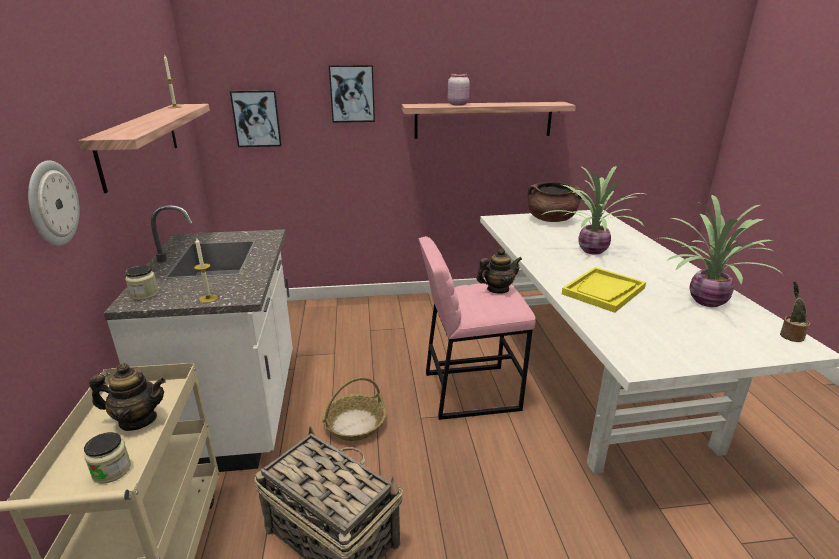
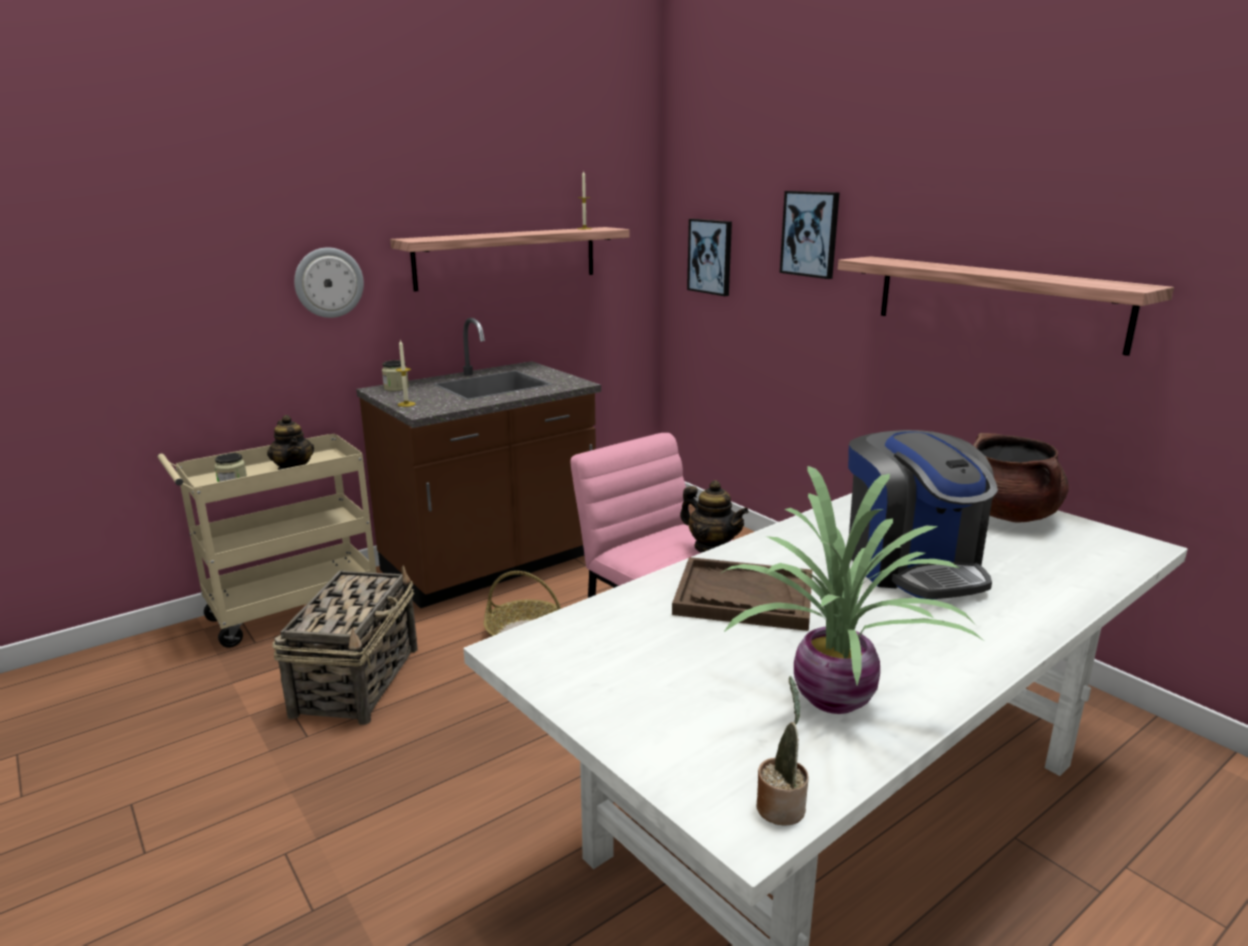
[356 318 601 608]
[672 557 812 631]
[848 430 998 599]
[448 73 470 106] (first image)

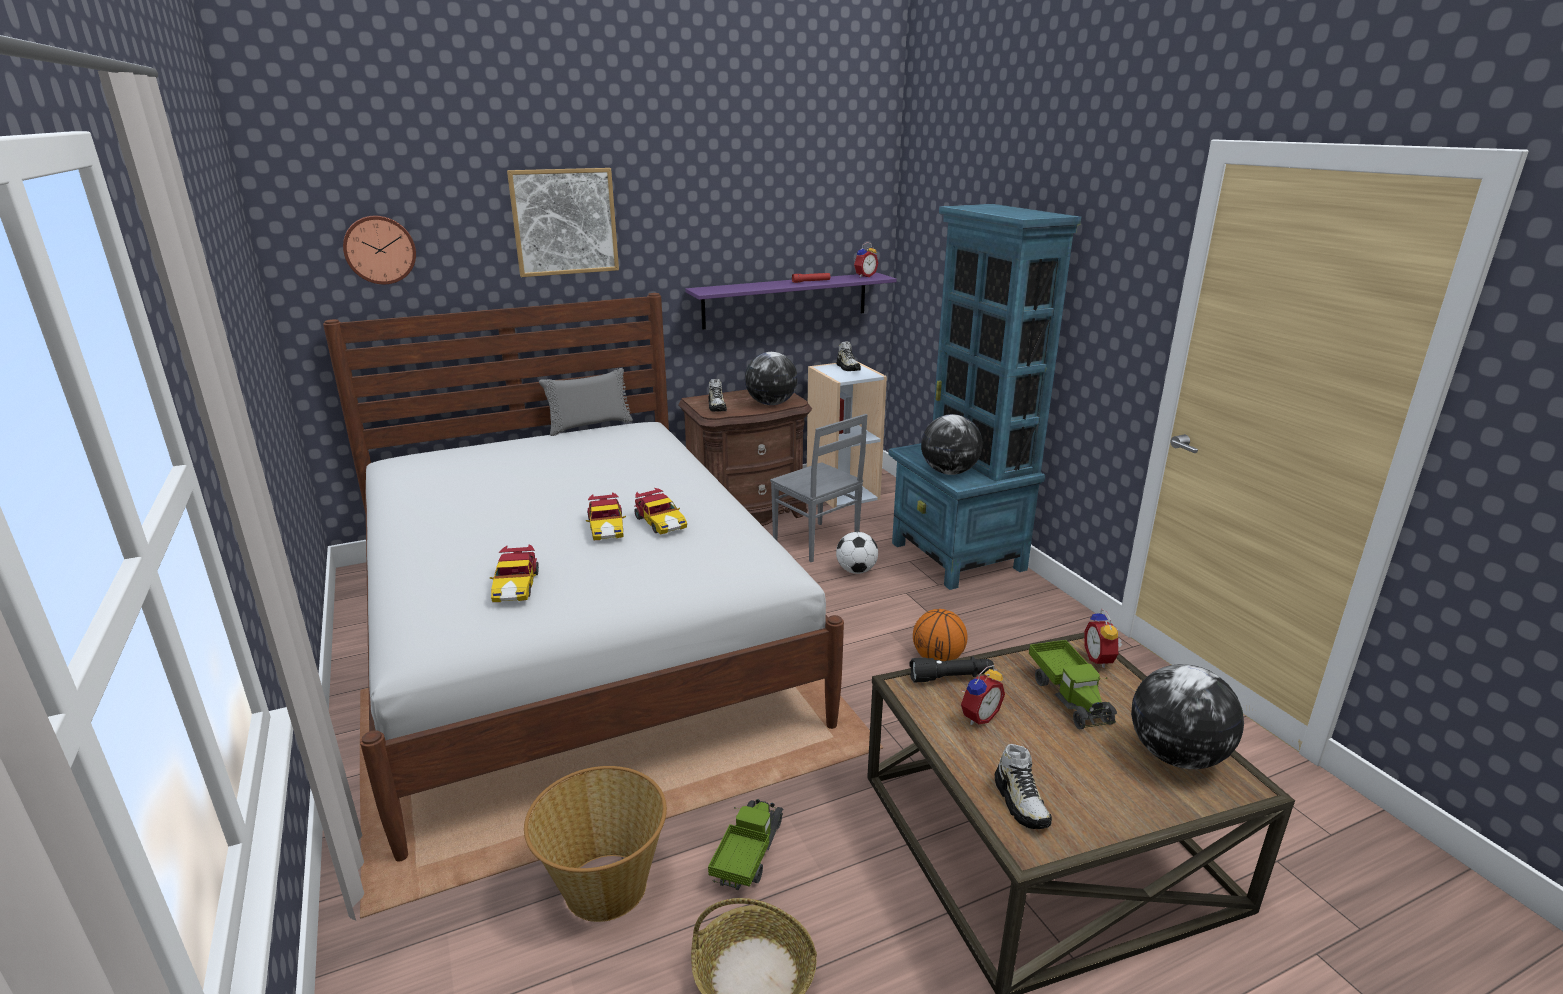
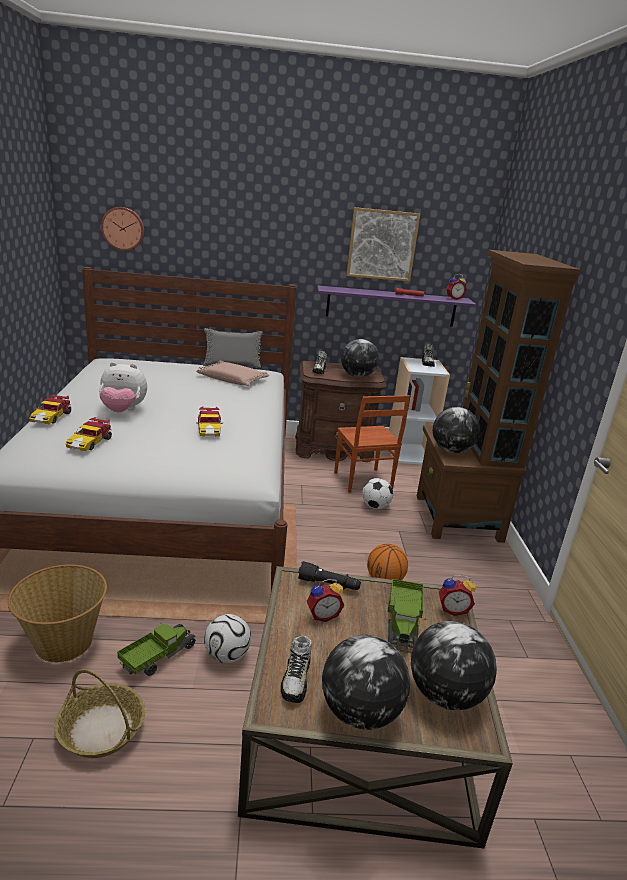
[29 394 71 424]
[99 362 147 412]
[196 361 269 386]
[204 614 251 663]
[322 635 410 730]
[334 395 410 493]
[347 207 420 282]
[417 250 581 543]
[439 575 476 616]

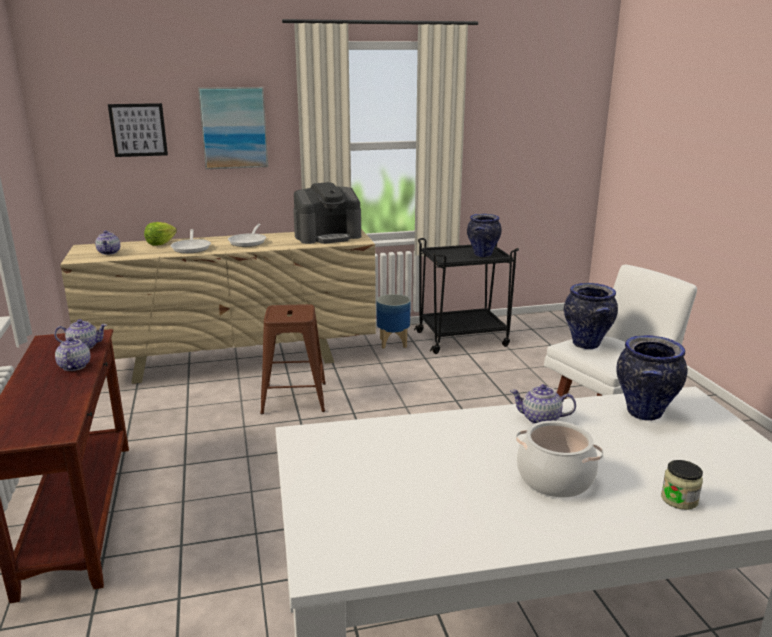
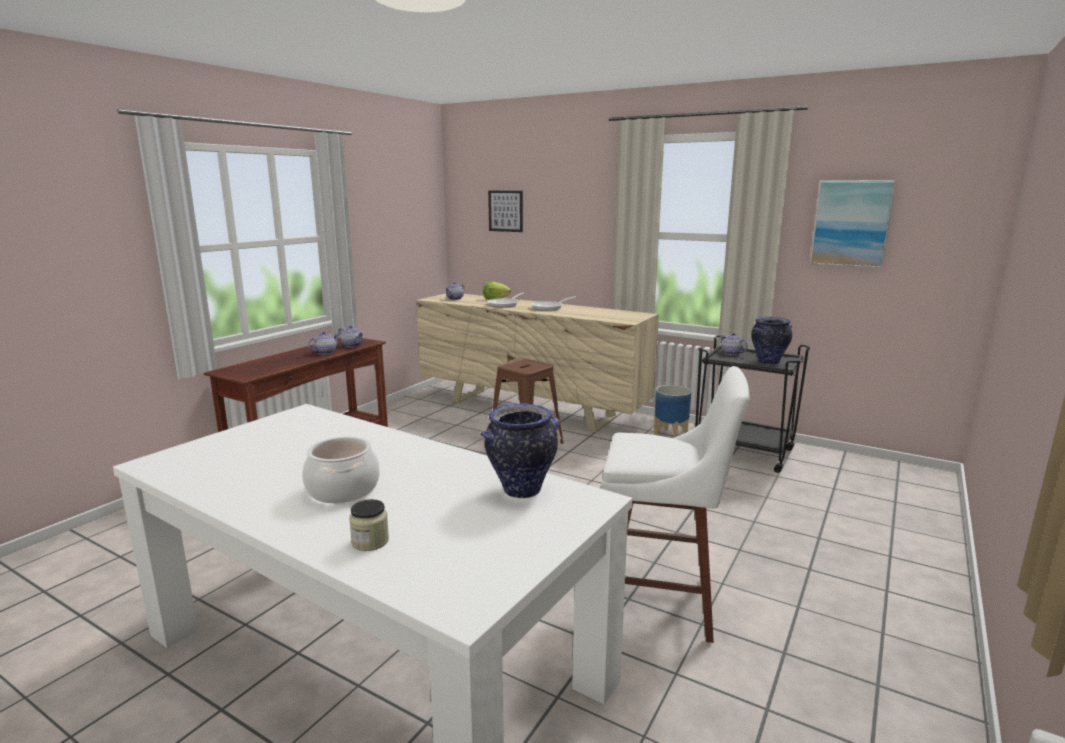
[719 333 748 355]
[810 180 896 268]
[293 182 361 244] (first image)
[564 283 618 349] (first image)

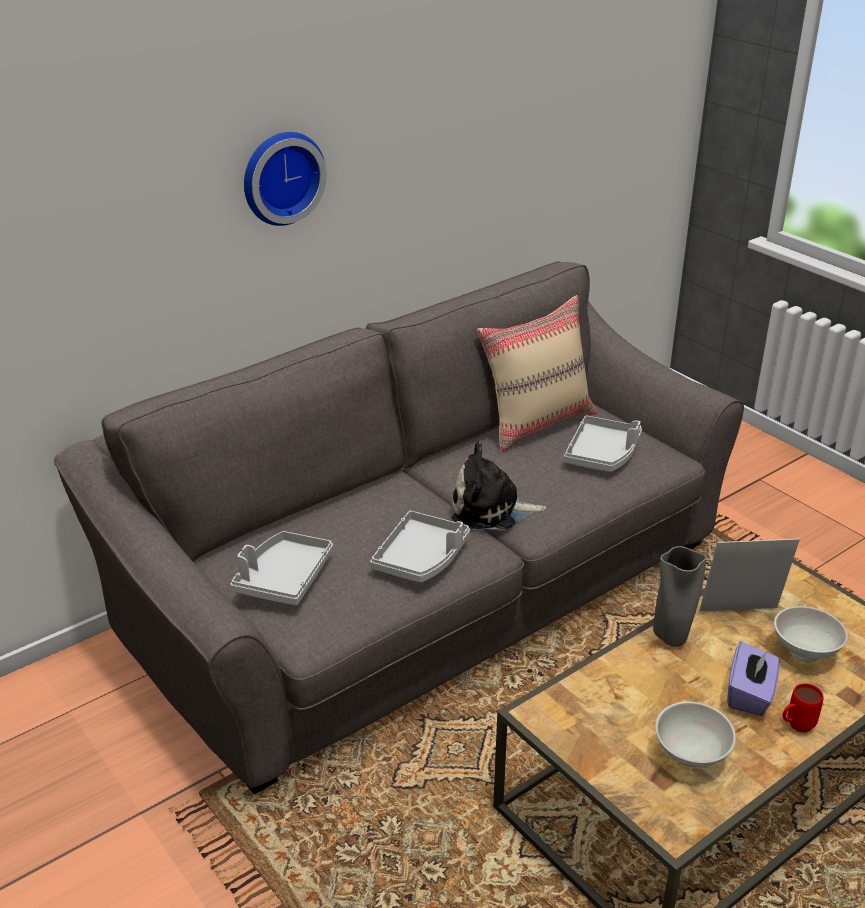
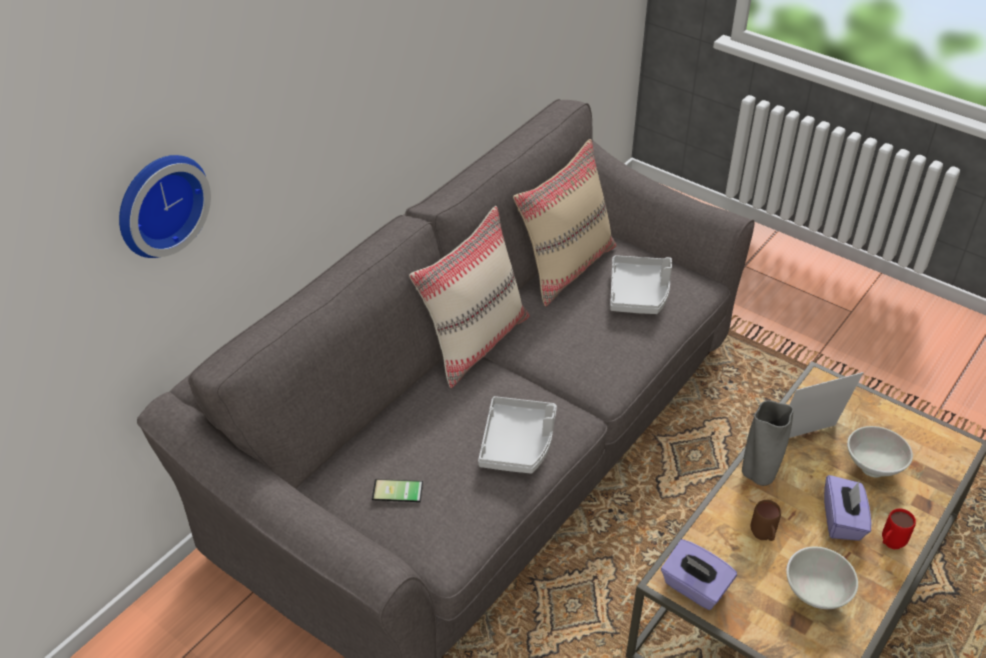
[119 155 211 258]
[372 479 423 504]
[409 206 530 388]
[661 539 737 610]
[751 500 781 541]
[452 442 546 529] (first image)

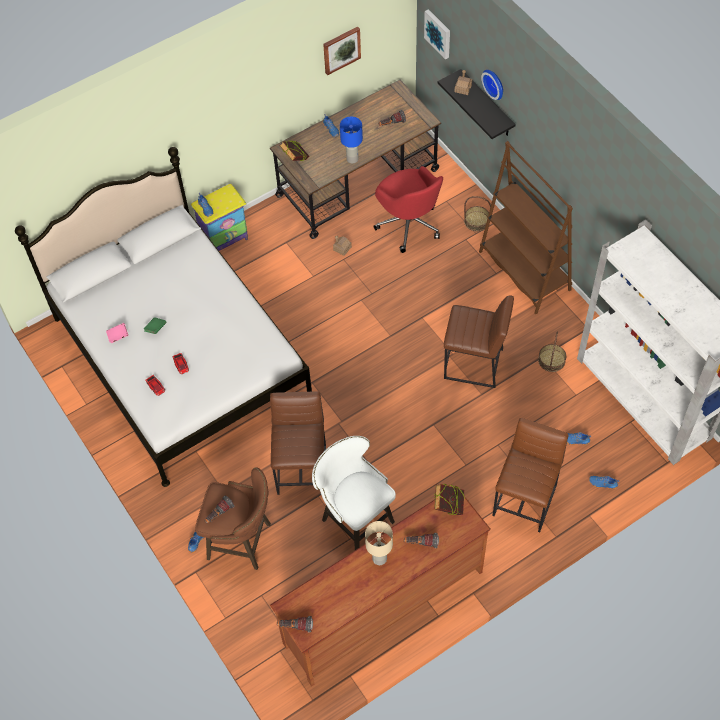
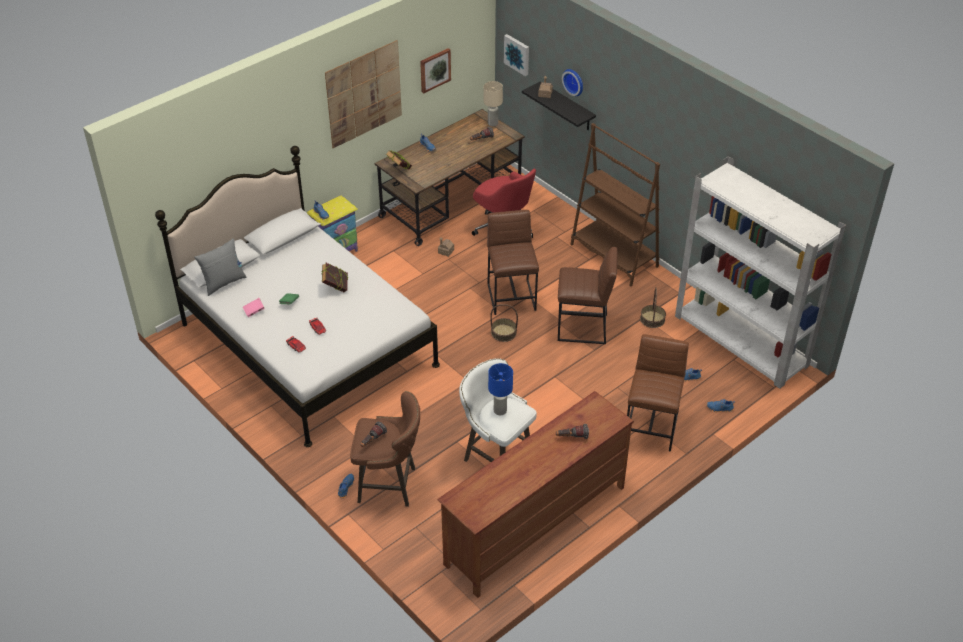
[194 238 247 296]
[321 263 348 292]
[325 40 402 148]
[484 81 503 126]
[487 210 539 315]
[488 363 513 415]
[490 304 518 342]
[277 616 313 632] (first image)

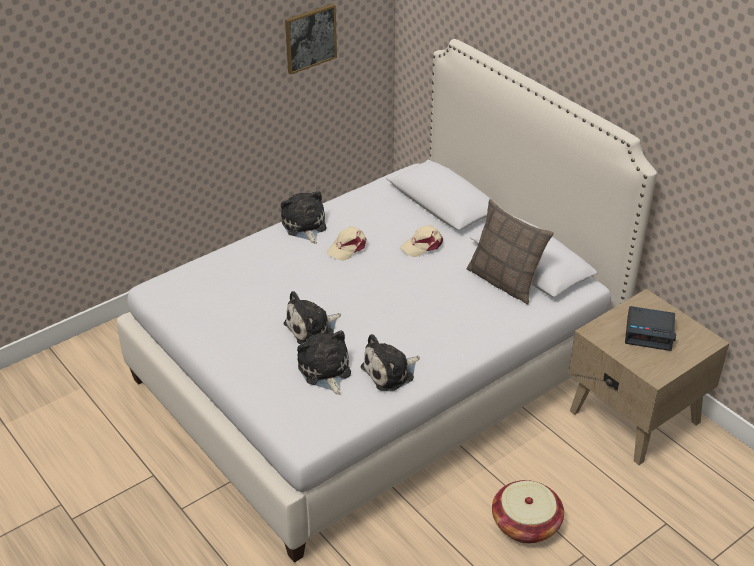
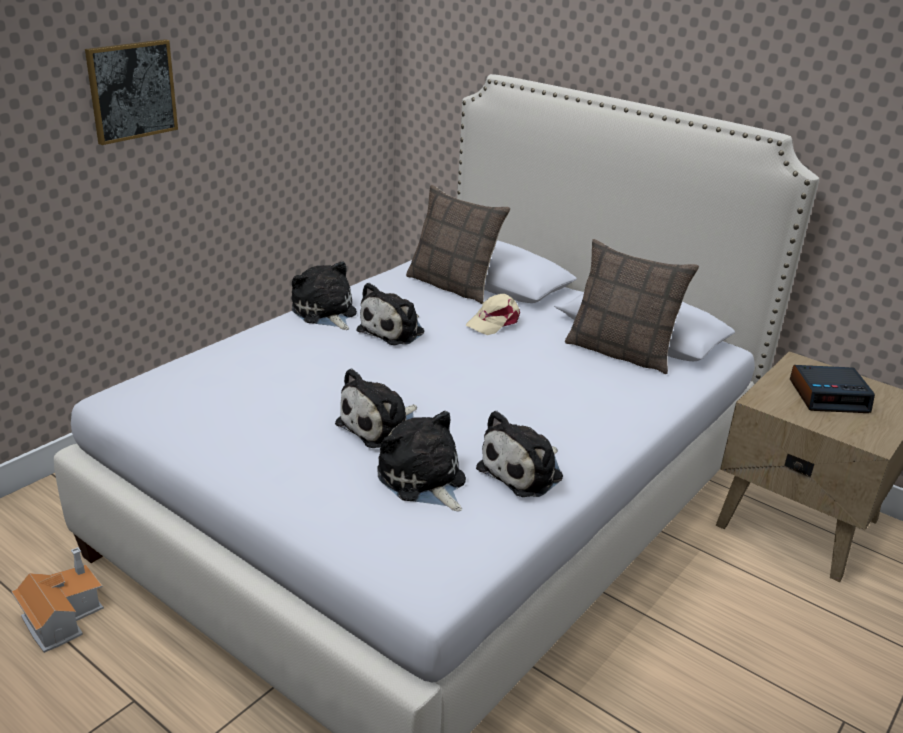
[11 547 104 653]
[85 39 178 145]
[356 283 424 345]
[406 184 511 304]
[492 480 564 543] (first image)

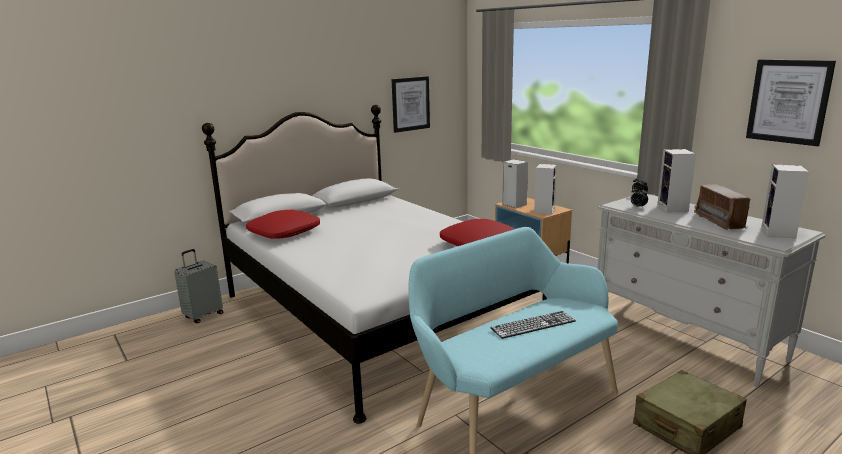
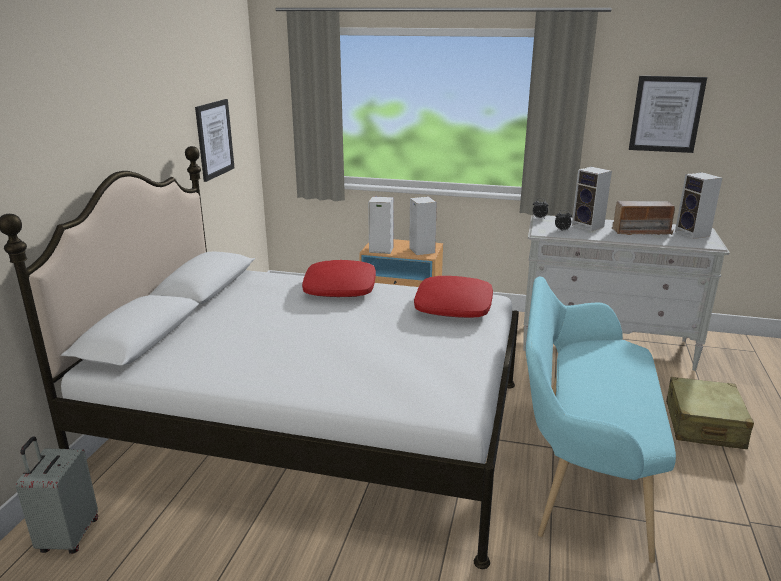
[302 260 376 297]
[611 201 675 235]
[490 311 576 339] (first image)

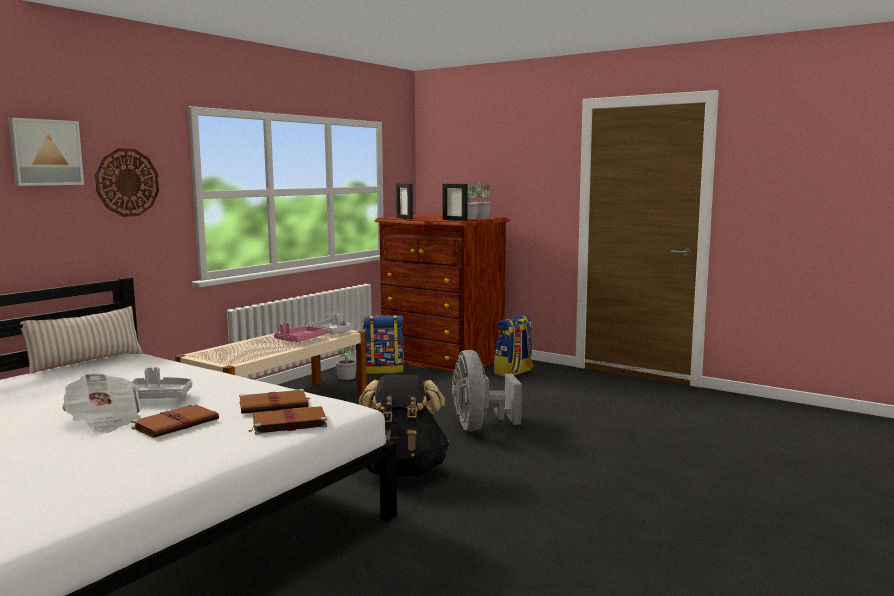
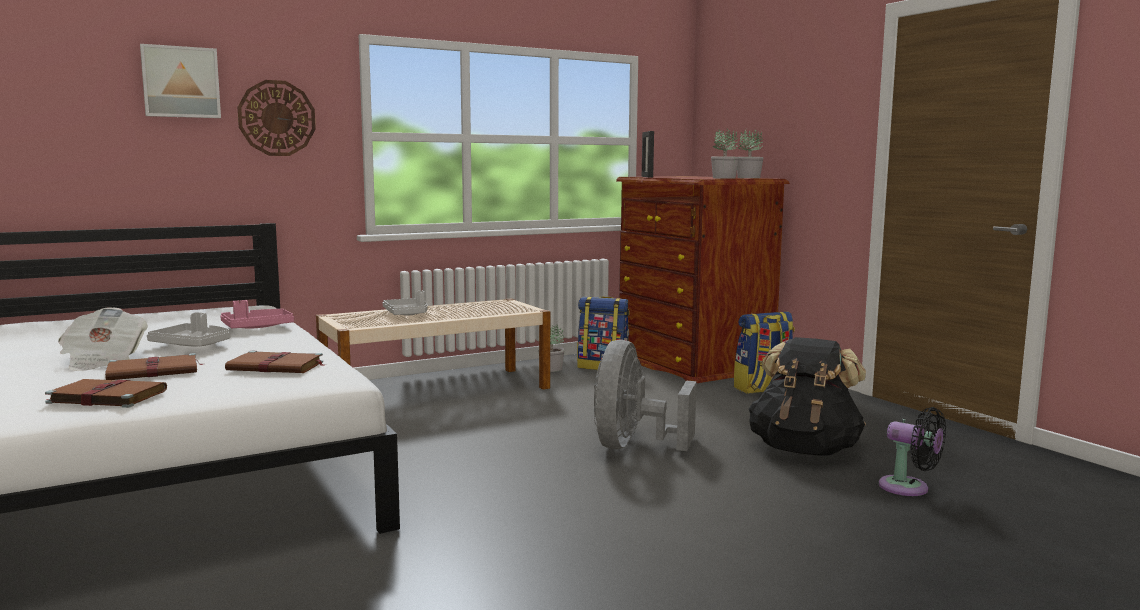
[45 379 167 408]
[220 300 294 328]
[382 290 427 316]
[749 337 866 456]
[879 407 946 496]
[20 306 143 373] (first image)
[443 184 468 221] (first image)

